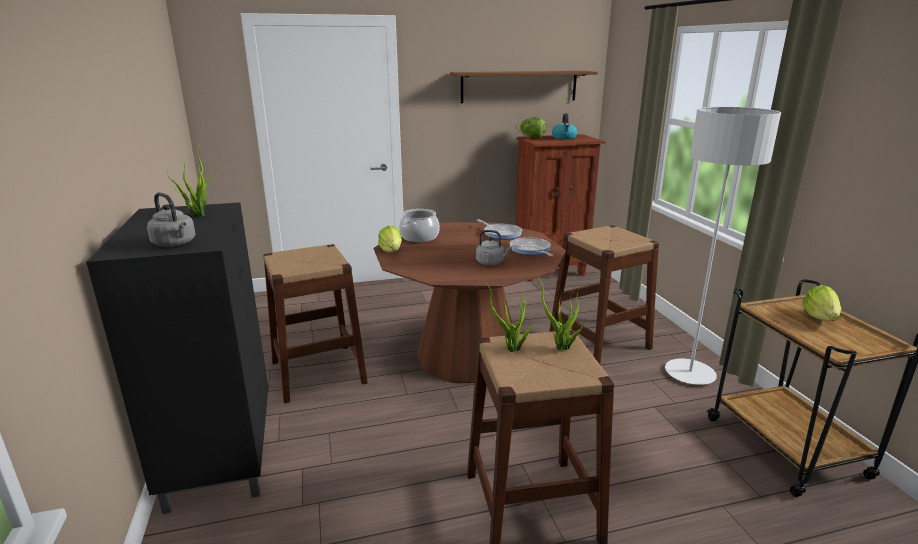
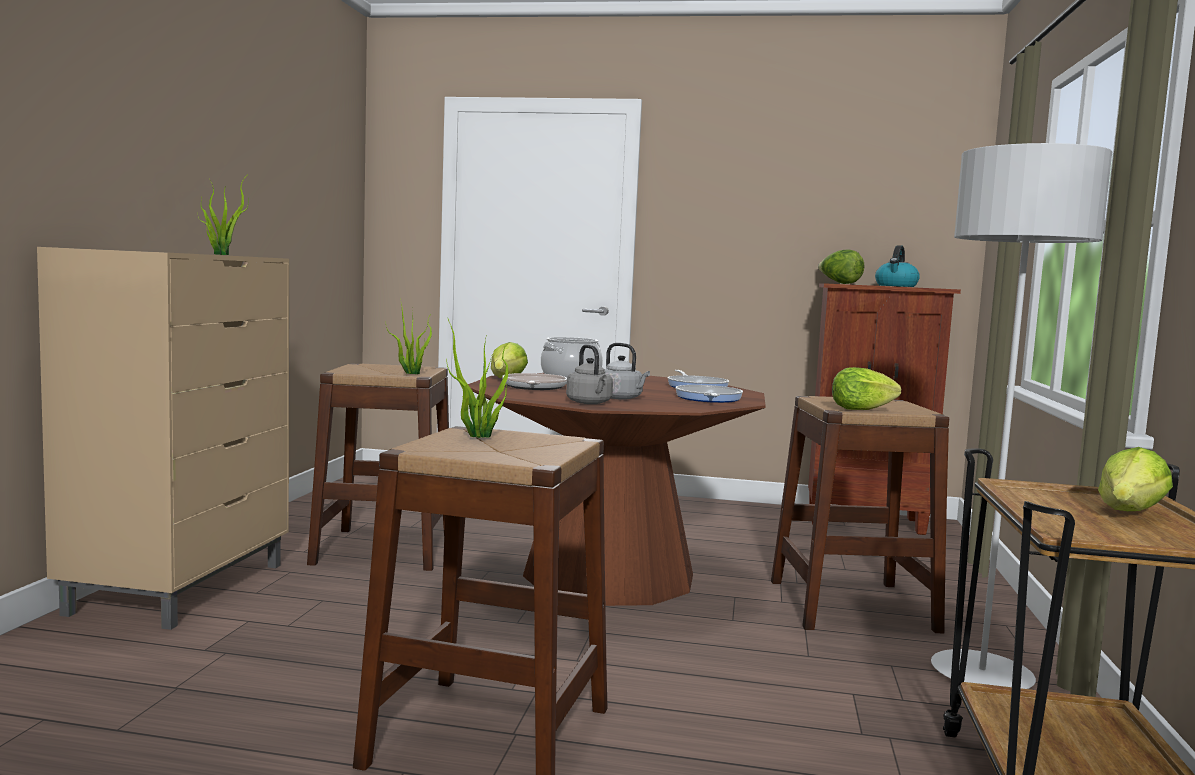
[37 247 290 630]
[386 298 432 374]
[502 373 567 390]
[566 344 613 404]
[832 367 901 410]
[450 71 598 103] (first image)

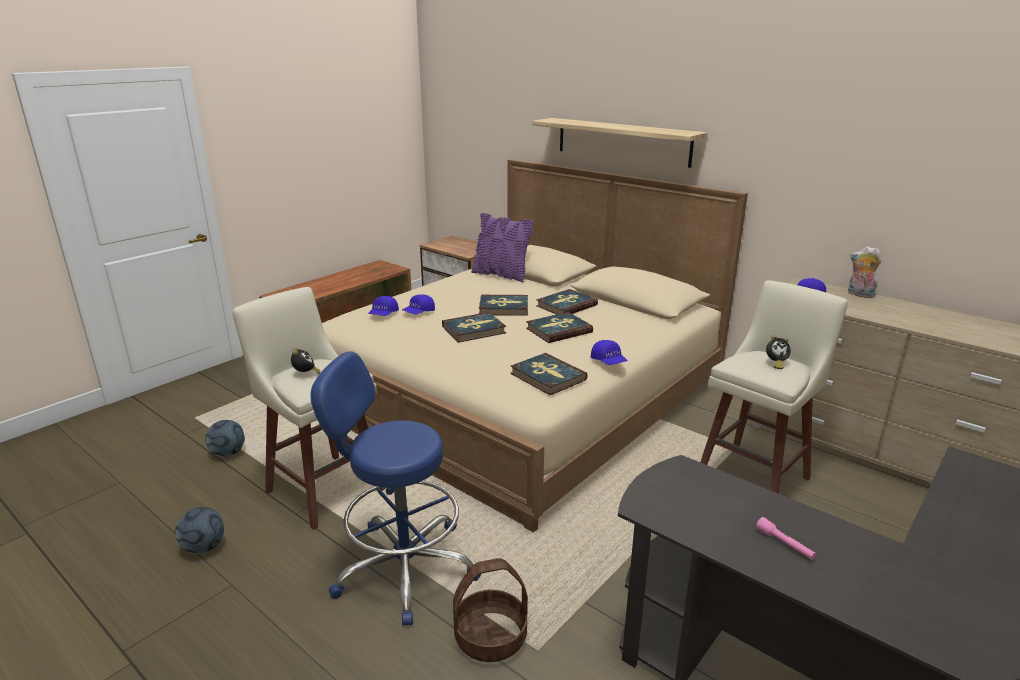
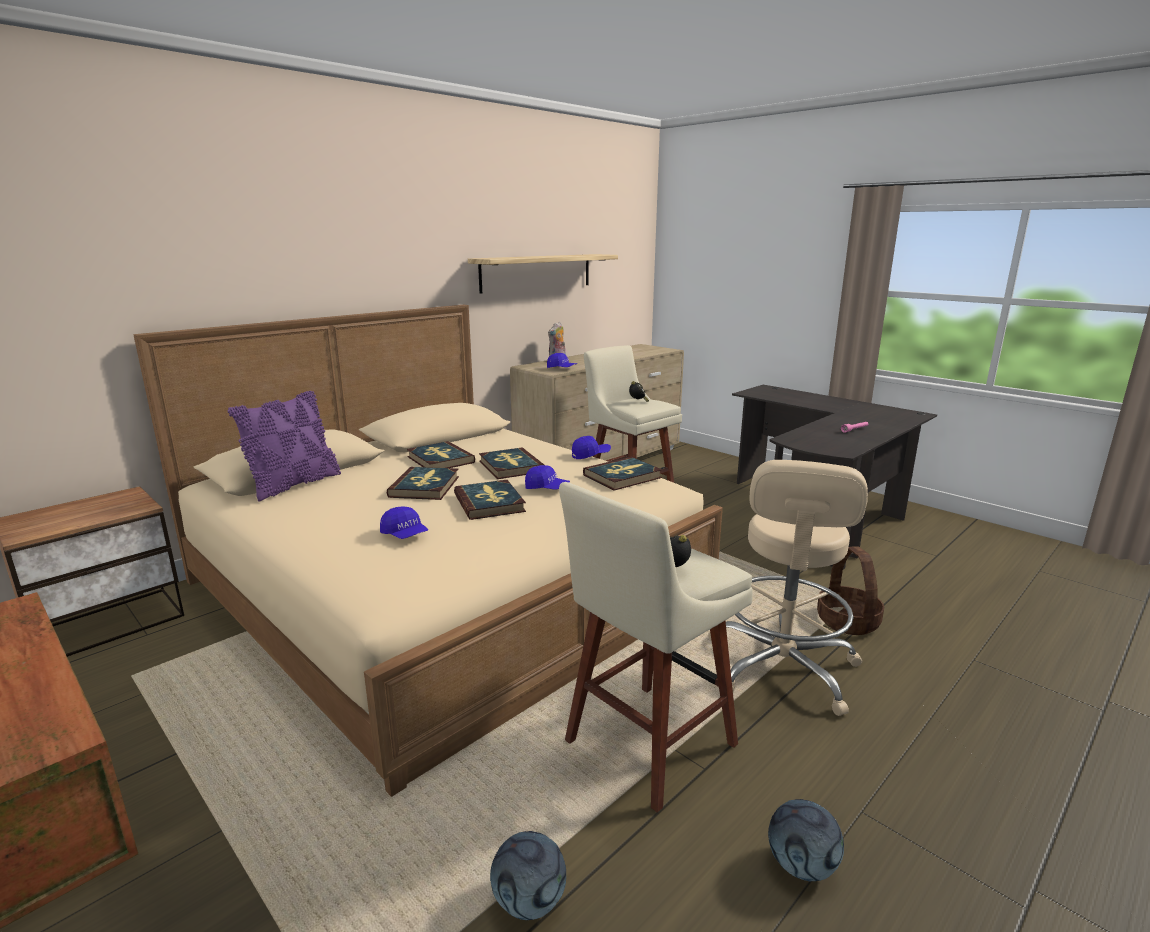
[468 254 618 294]
[525 465 570 489]
[708 460 868 716]

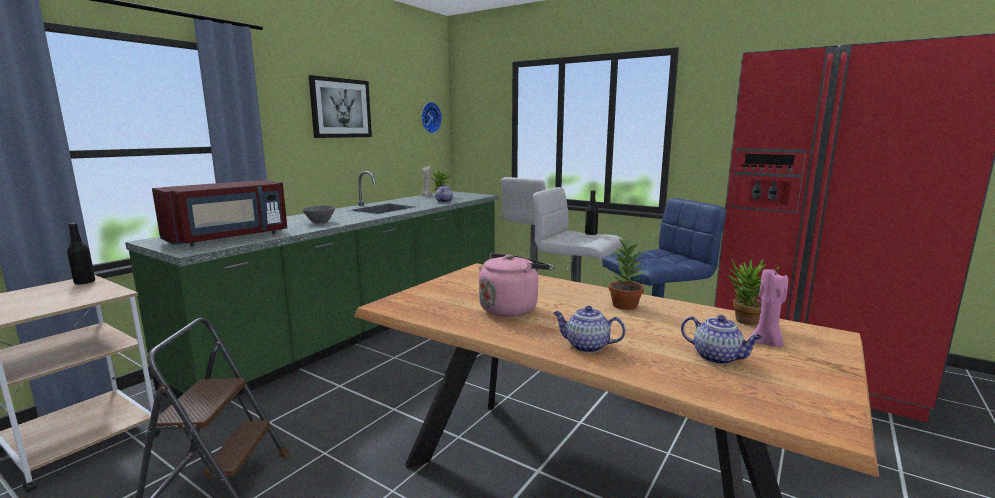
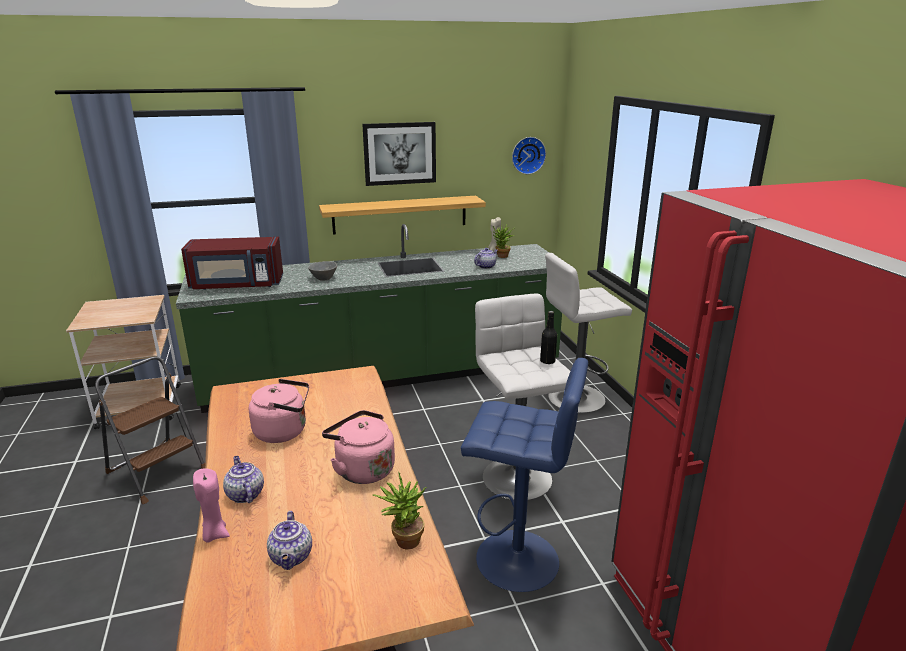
[193 468 230 543]
[319 196 486 235]
[322 410 395 484]
[67 223 95 285] (first image)

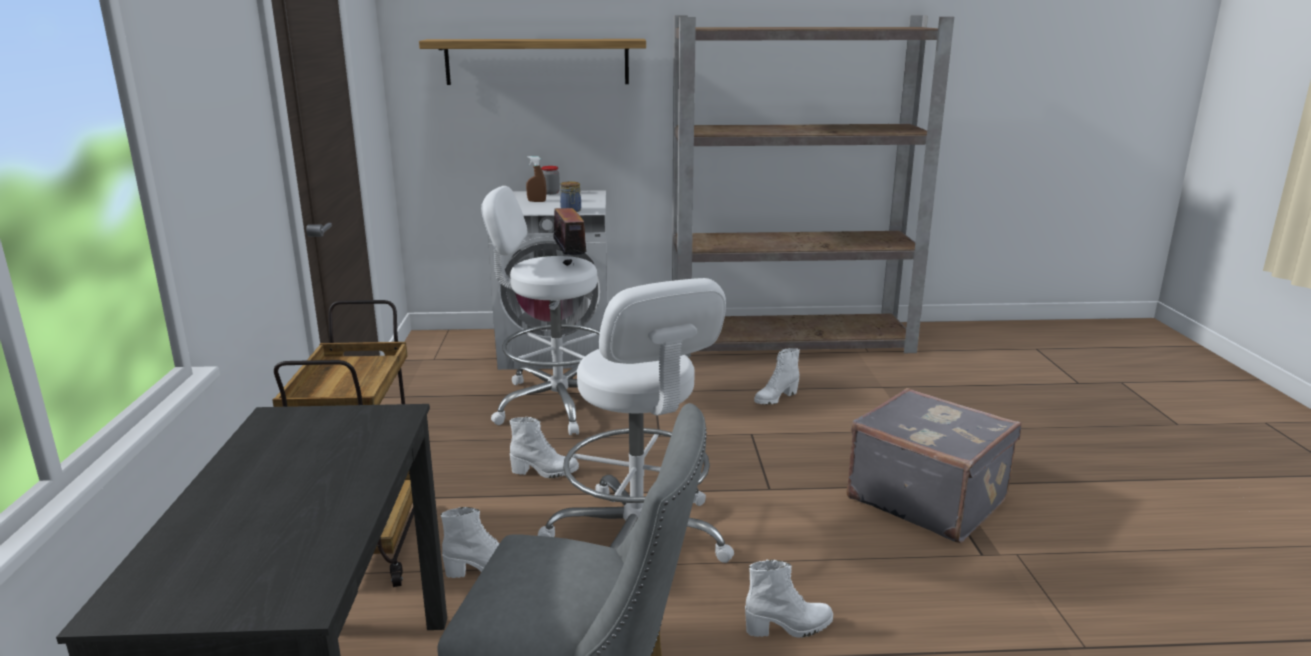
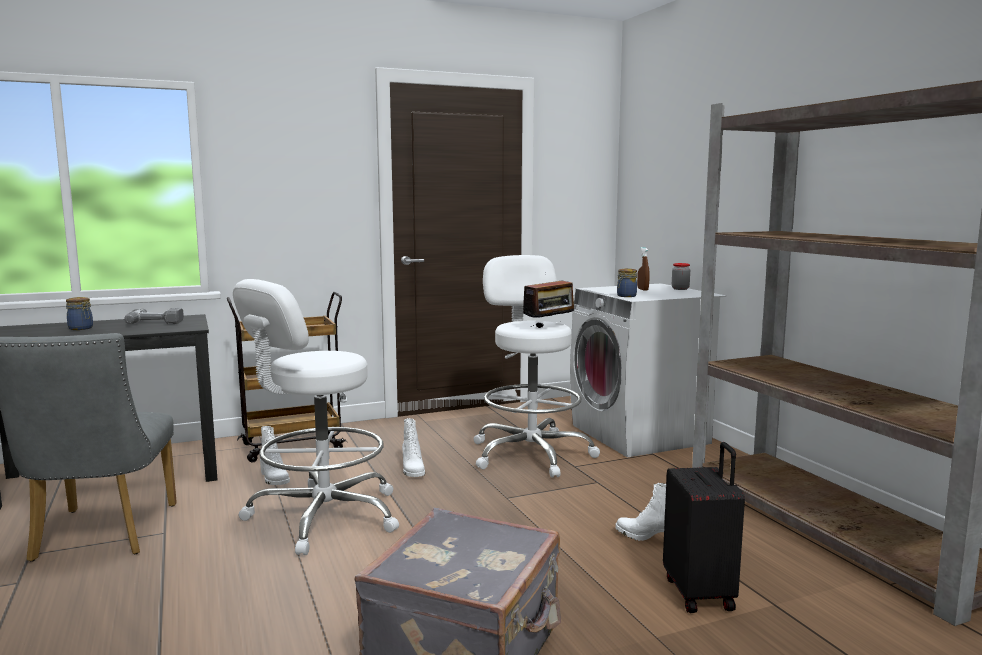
[66 297 93 330]
[124 308 184 324]
[663 442 745 613]
[419 39 646 85] (first image)
[745 559 833 638] (first image)

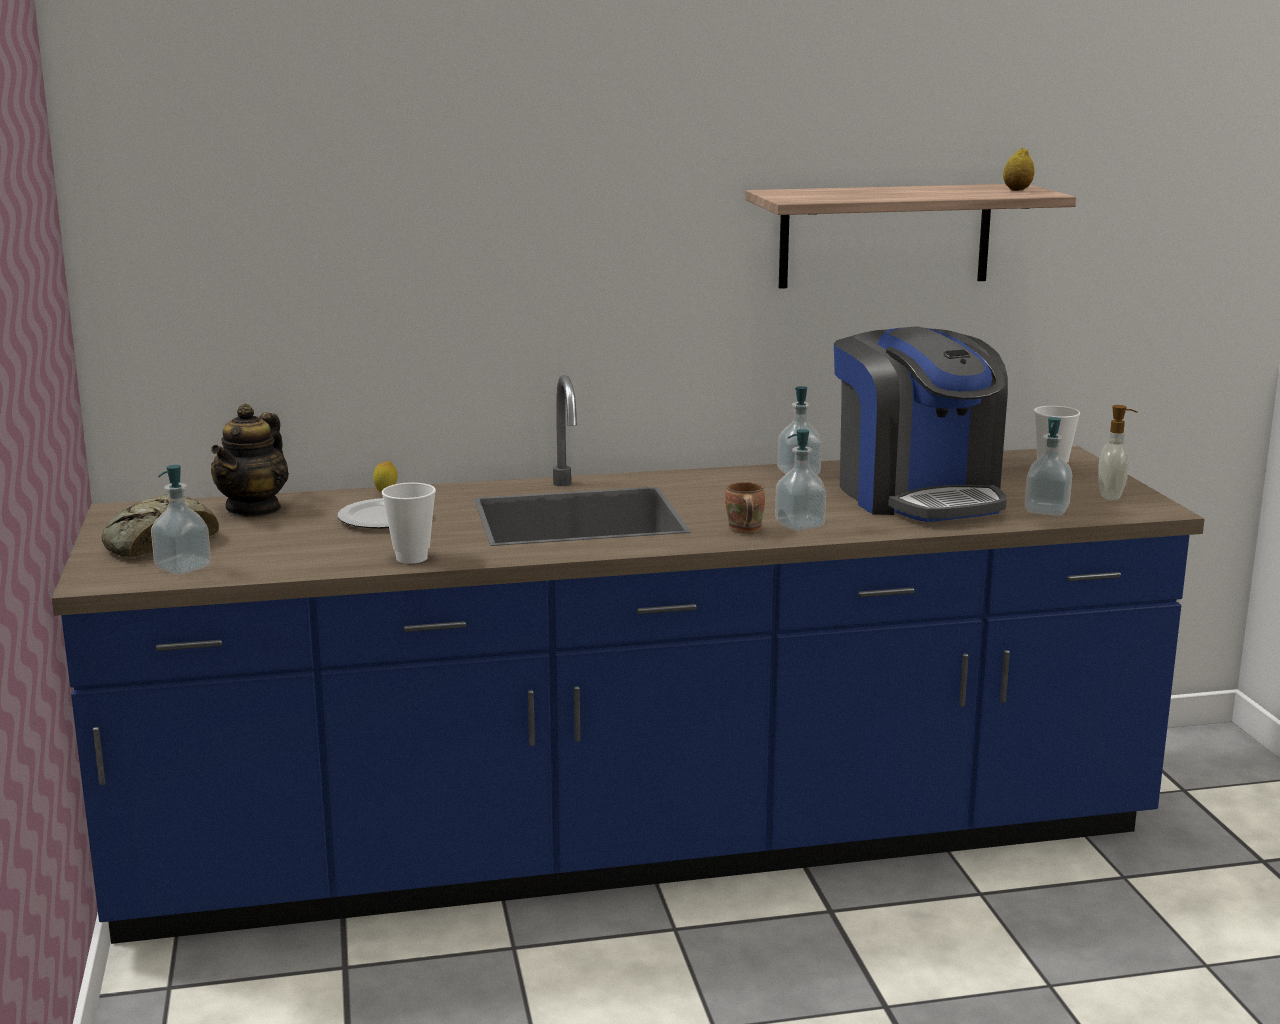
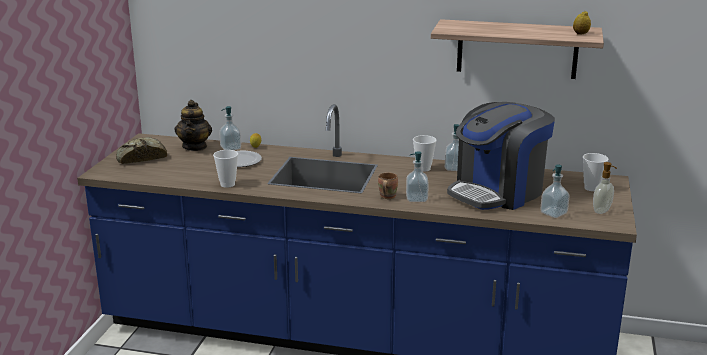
[174 100 212 151]
[219 106 241 150]
[413 135 437 172]
[447 102 555 210]

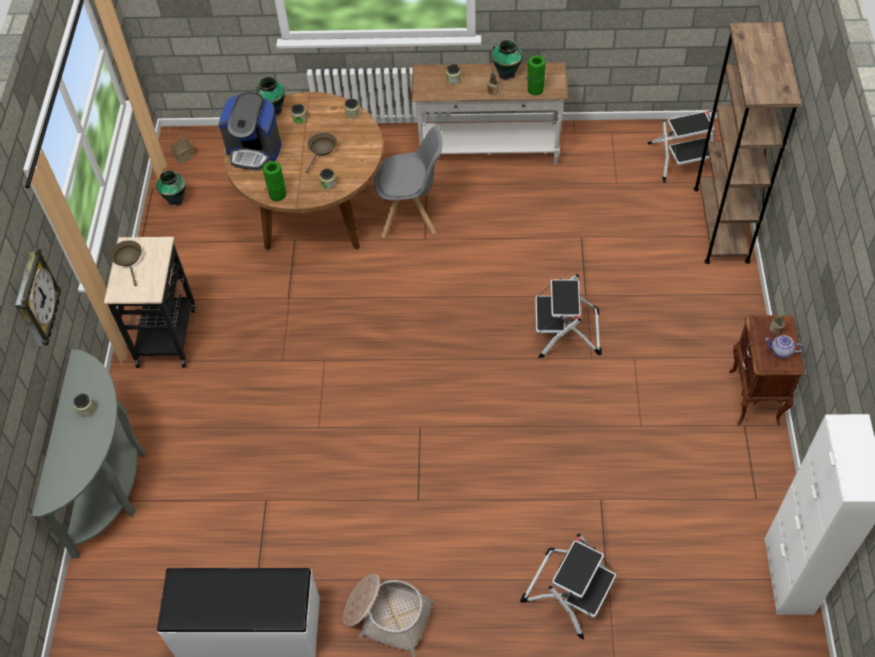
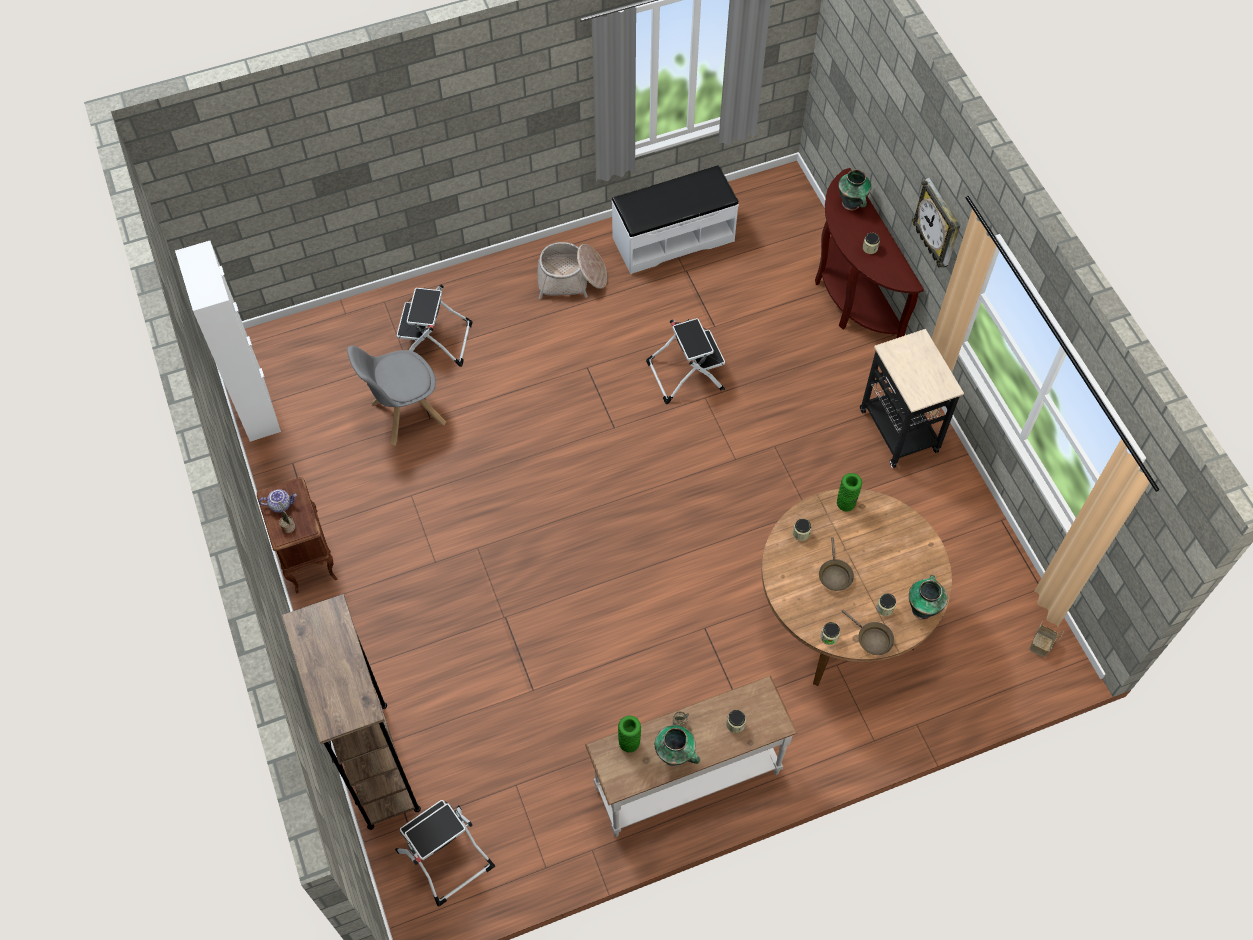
[347 346 446 446]
[646 318 725 404]
[815 168 924 338]
[838 169 871 210]
[842 609 894 655]
[218 92 282 170] (first image)

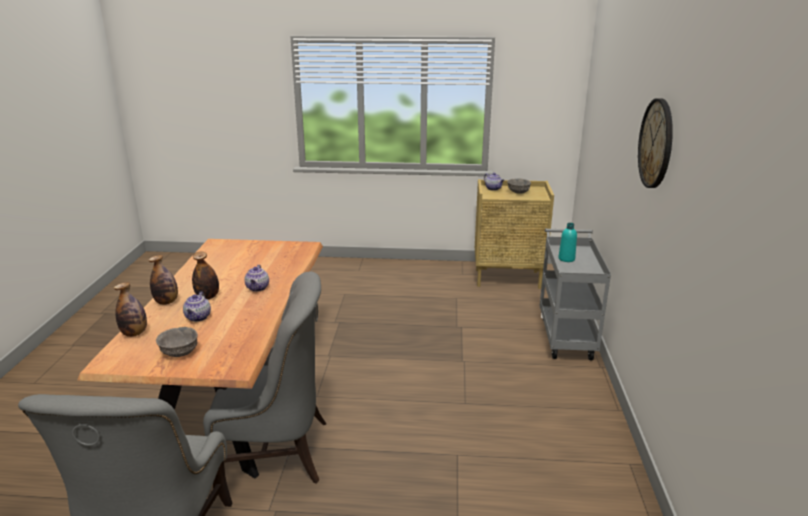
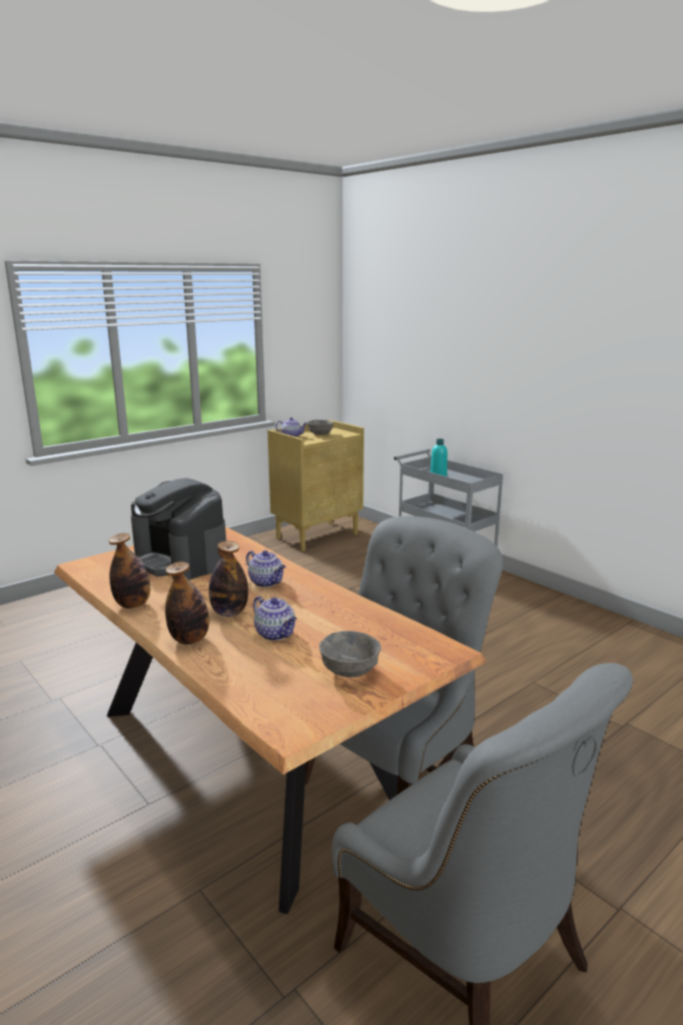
[109 533 150 608]
[131 478 226 580]
[638 98 673 188] (first image)

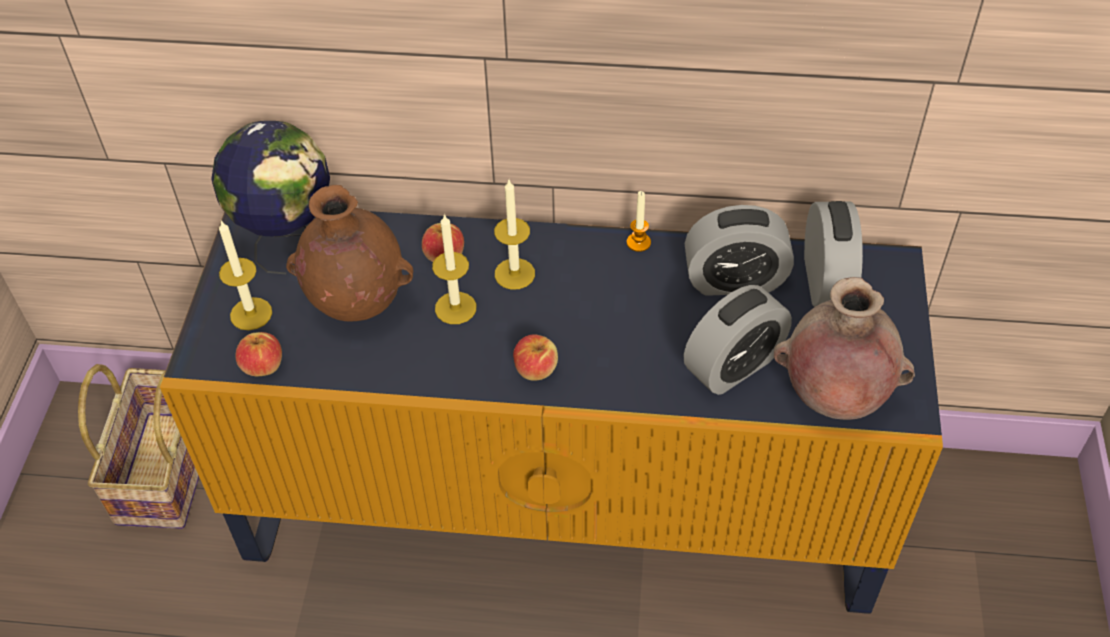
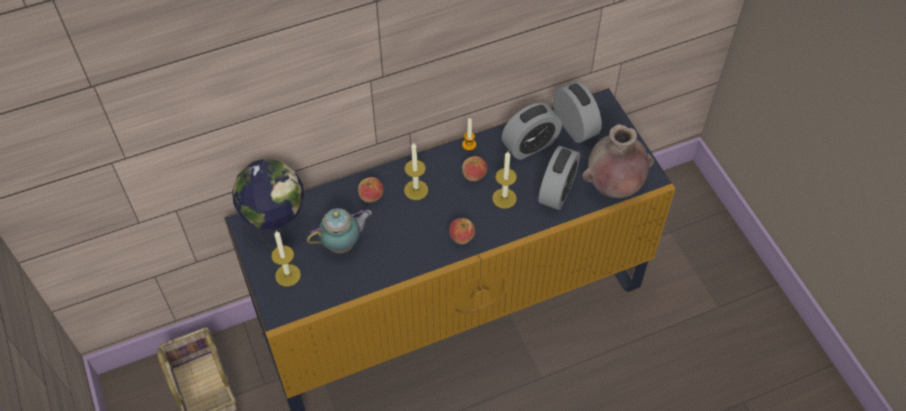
[307 208 372 253]
[462 156 487 181]
[492 151 517 209]

